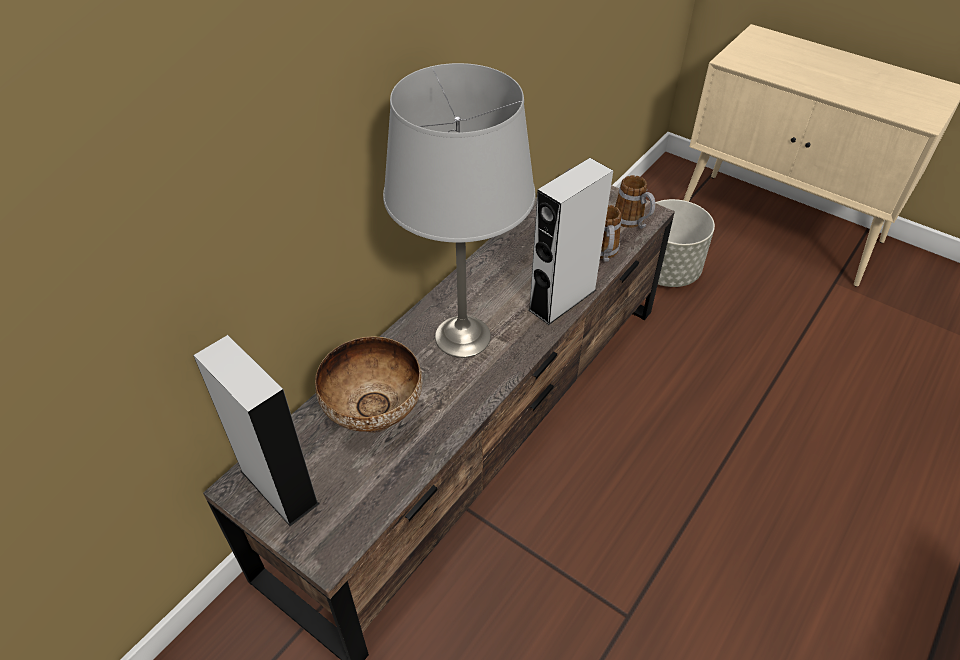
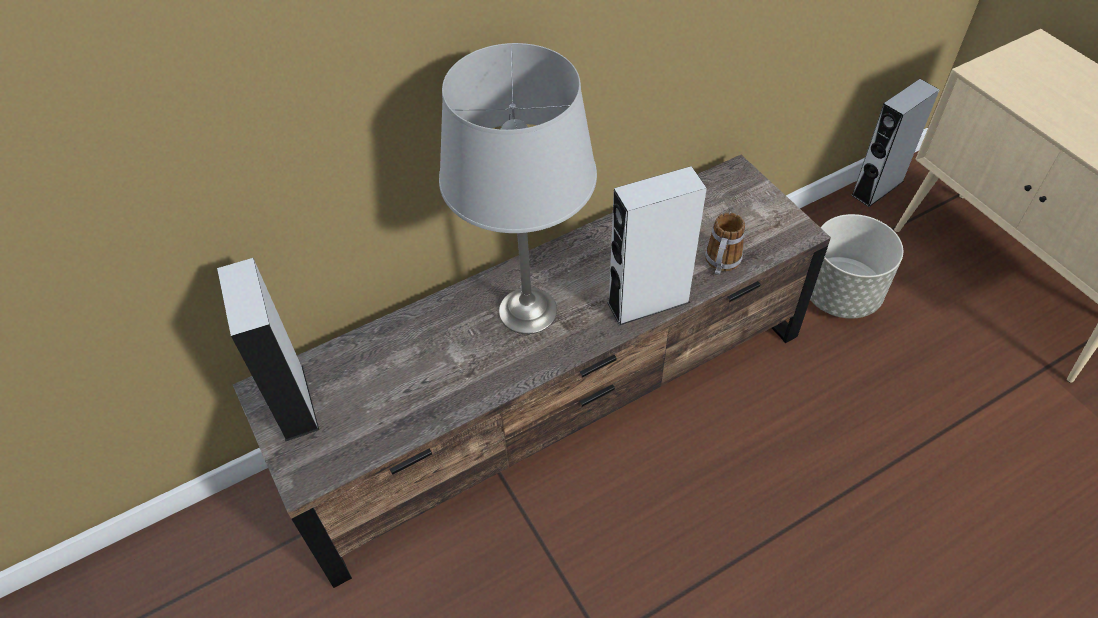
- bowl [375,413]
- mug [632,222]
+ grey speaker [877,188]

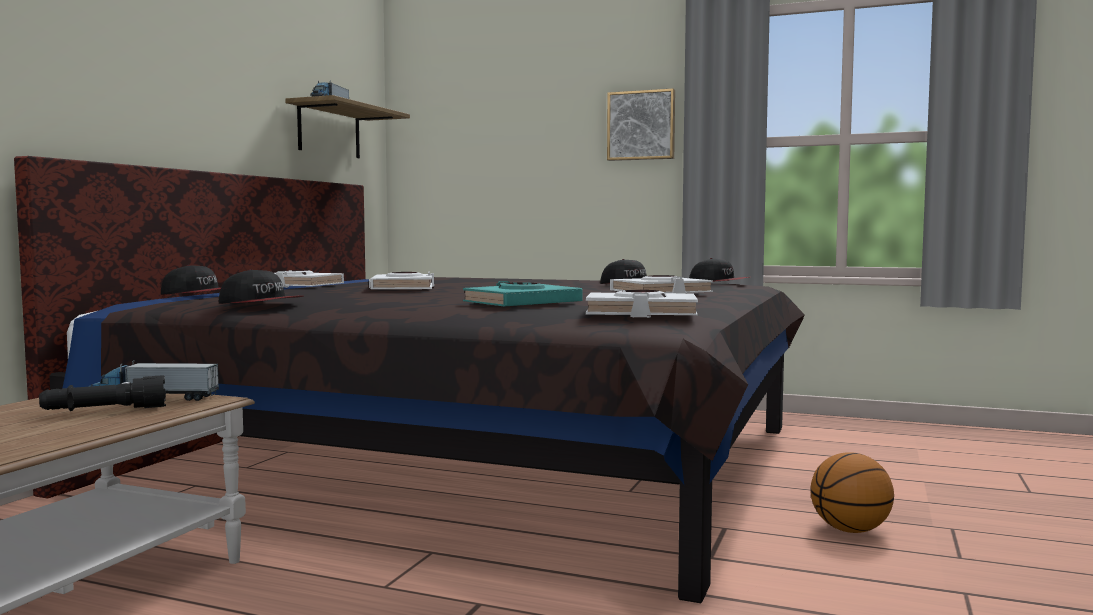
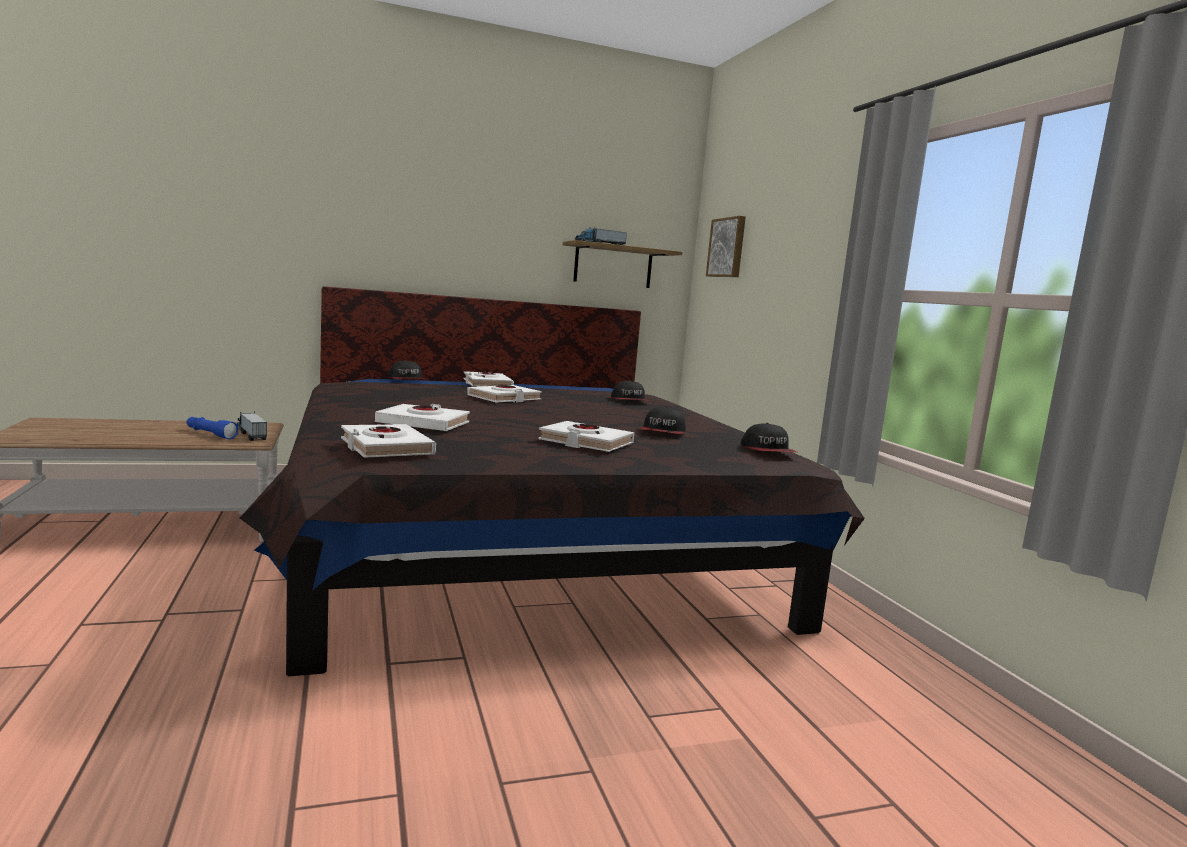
- basketball [850,530]
~ cap [261,304] to [629,401]
~ picture [641,125] to [727,248]
~ black flashlight [105,411] to blue flashlight [210,434]
~ turquoise book [522,304] to white book [423,424]

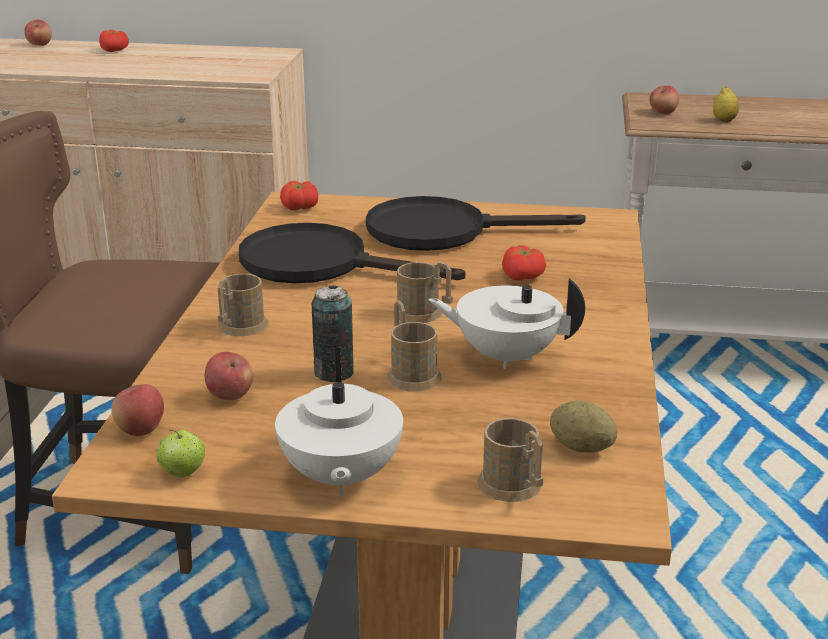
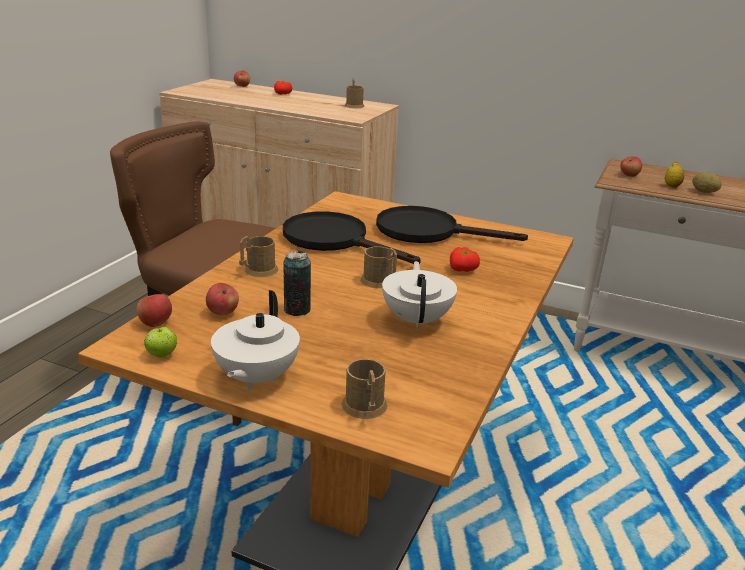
- tomato [298,208]
~ brown mug [410,373] to [354,105]
~ potato [581,448] to [704,192]
~ white teapot [506,356] = [417,319] 60 degrees clockwise

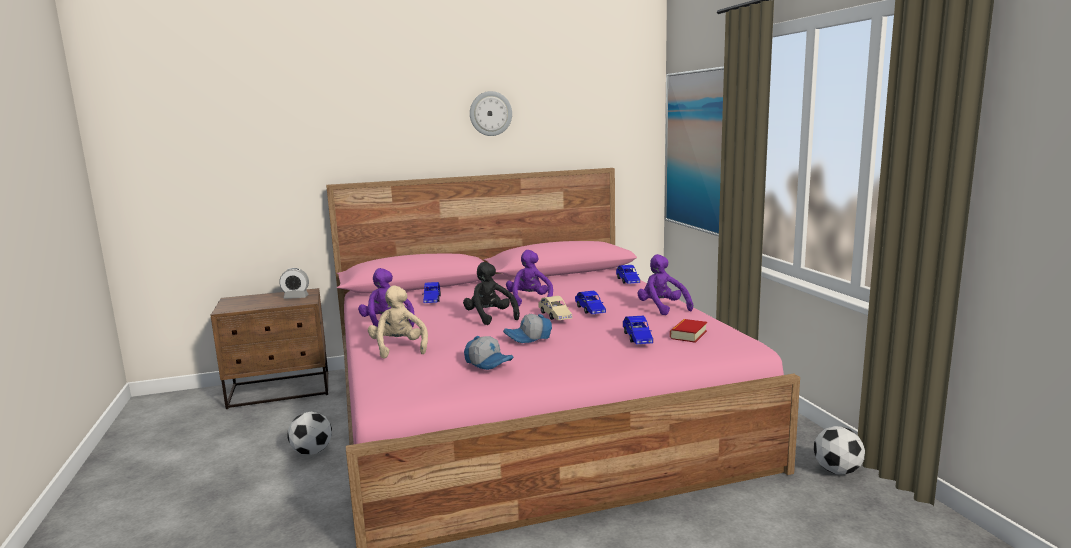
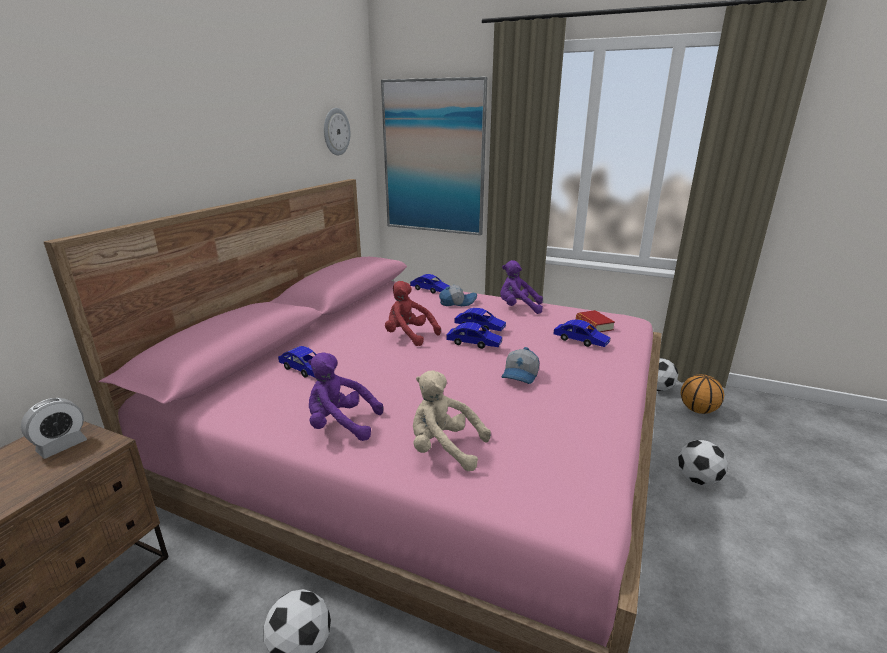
- black plush toy [490,317]
+ football [697,479]
+ basketball [698,410]
~ cap [489,363] to [457,302]
~ wall clock [490,113] to [336,131]
~ purple plush toy [529,301] to red plush toy [409,336]
~ beige toy car [555,316] to blue toy car [474,343]

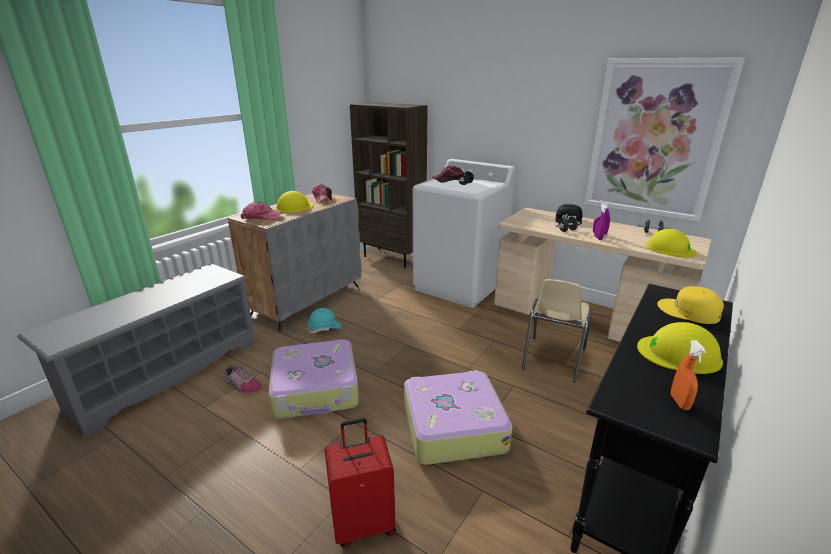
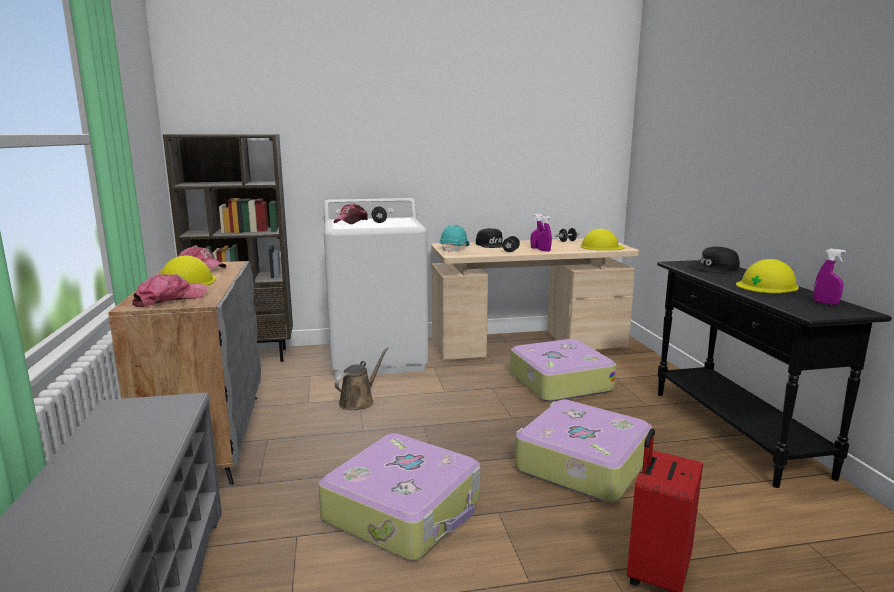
- shoe [242,385]
- picture [654,139]
+ brown watering can [359,401]
~ turquoise hard hat [324,328] to [454,249]
~ beige chair [552,359] to suitcase [558,382]
~ yellow cap [689,311] to black cap [714,268]
~ orange spray bottle [679,402] to purple spray bottle [825,303]

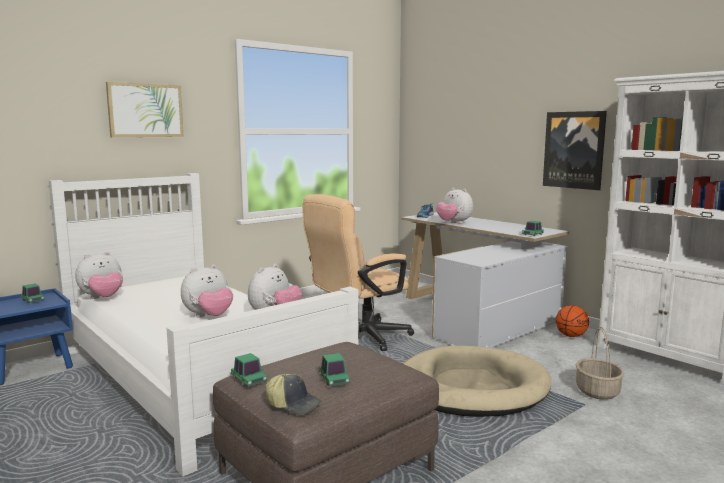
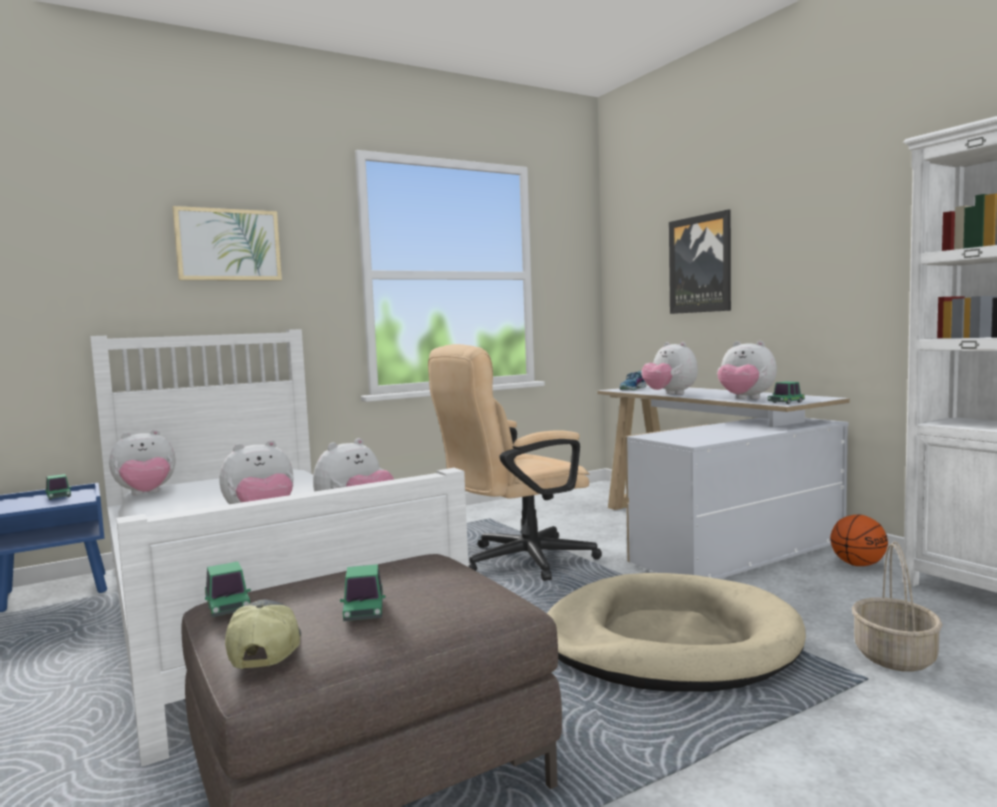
+ plush toy [745,399]
~ picture [574,150] to [700,264]
~ cap [294,404] = [264,650] 135 degrees counterclockwise

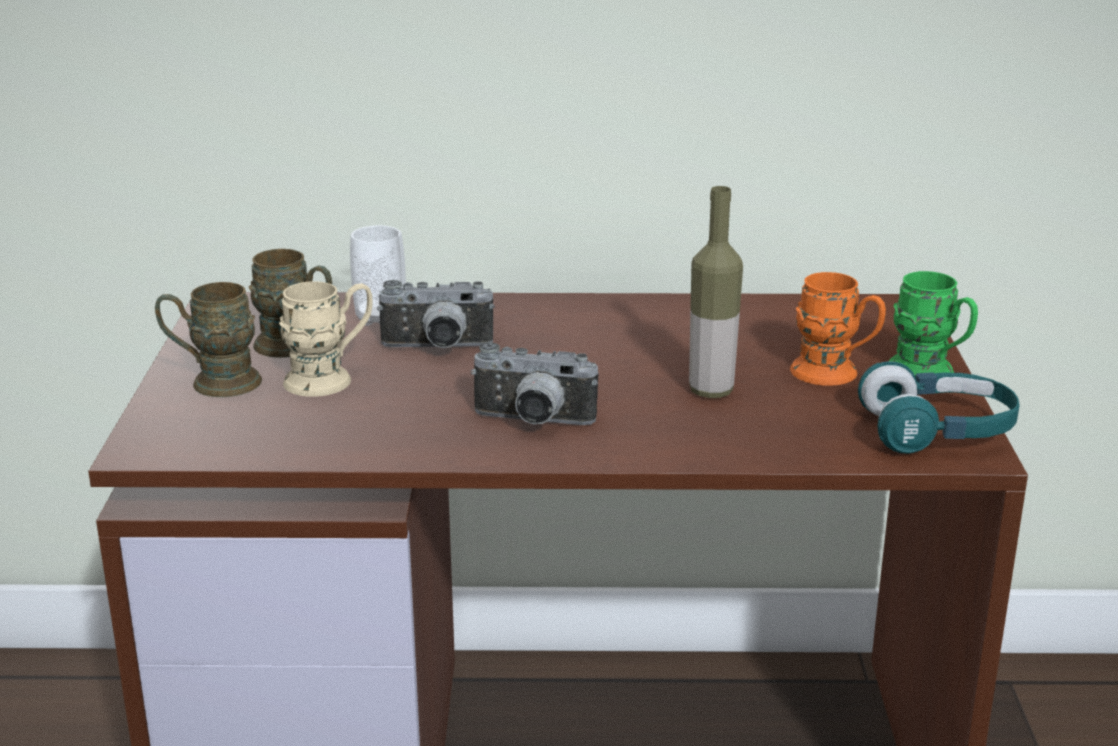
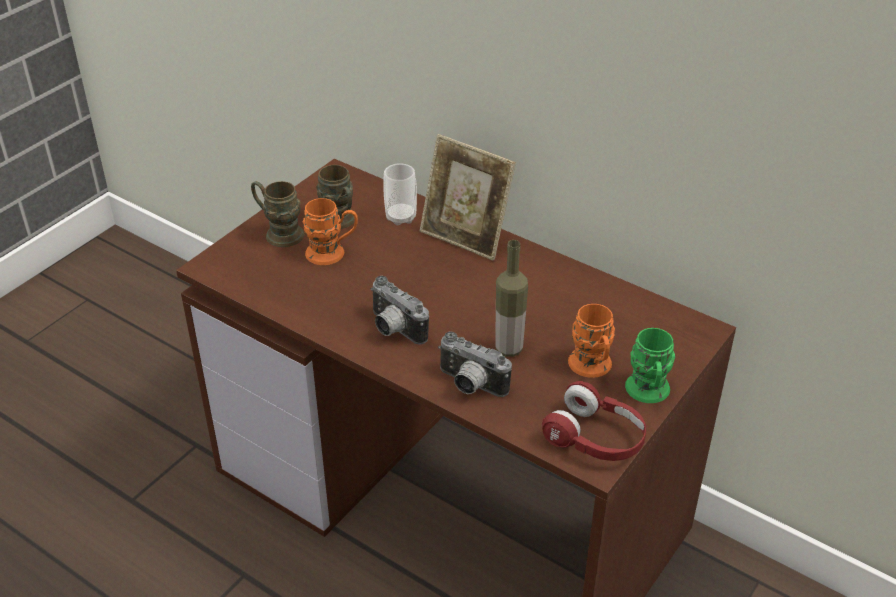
+ picture frame [465,238]
~ photo camera [437,348] to [469,385]
~ beige mug [330,378] to orange mug [332,253]
~ turquoise headphones [938,432] to red headphones [595,438]

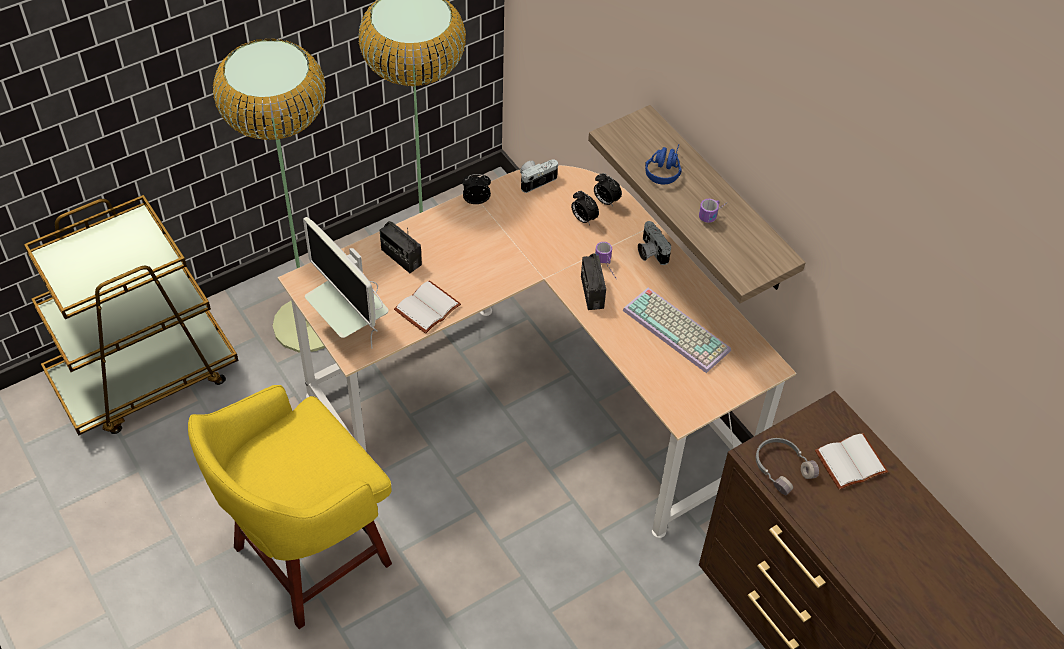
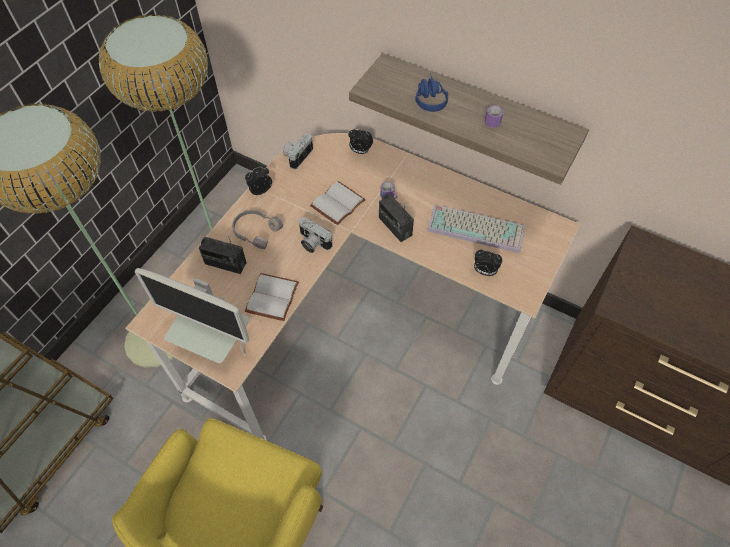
~ alarm clock [583,219] to [484,271]
~ photo camera [650,252] to [312,242]
~ grey headphones [782,468] to [256,231]
~ white book [850,464] to [338,205]

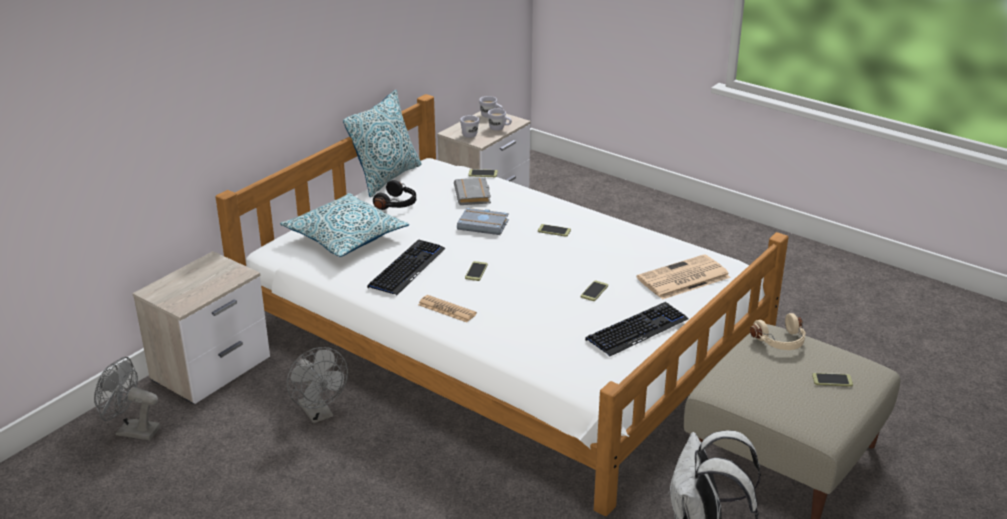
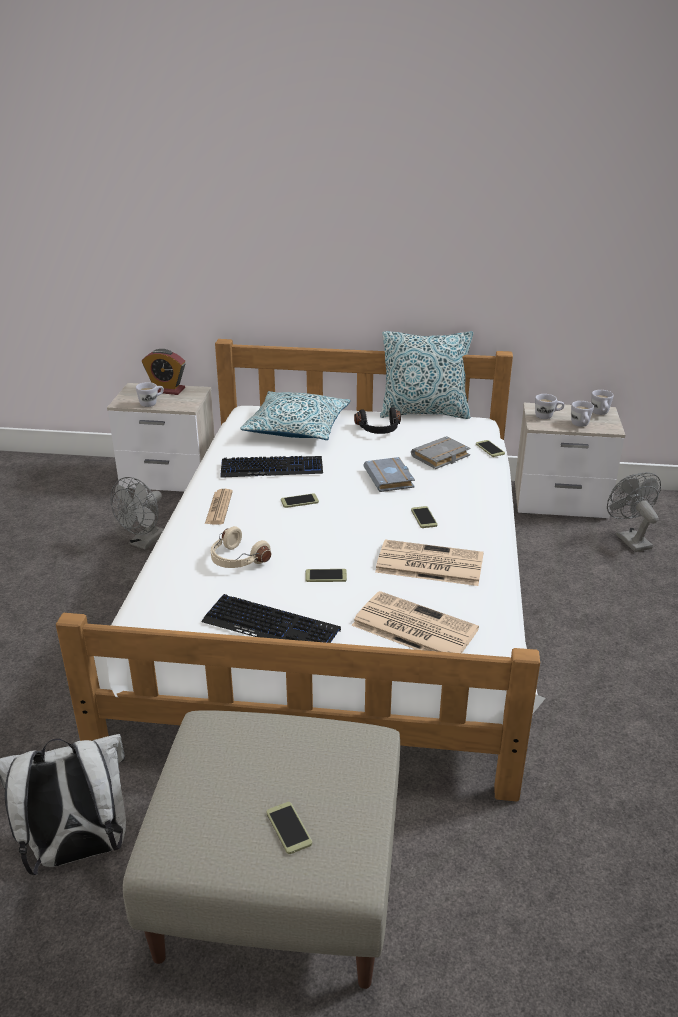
+ white mug [152,403]
+ alarm clock [166,390]
+ newspaper [428,564]
~ grey fan [131,431] to [629,539]
~ beige headphones [781,342] to [237,560]

